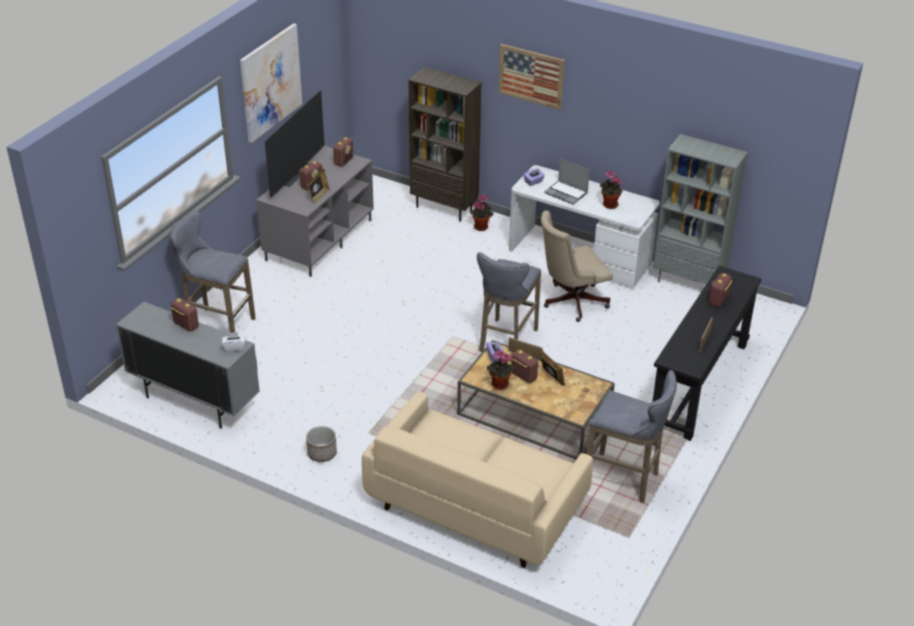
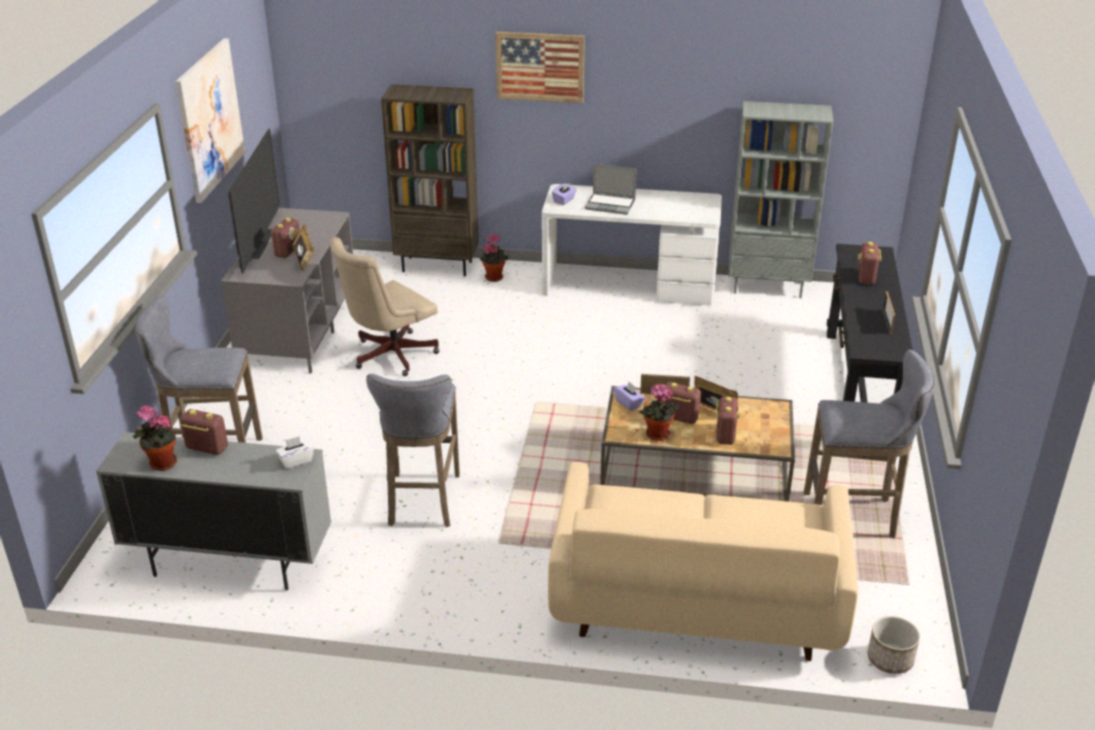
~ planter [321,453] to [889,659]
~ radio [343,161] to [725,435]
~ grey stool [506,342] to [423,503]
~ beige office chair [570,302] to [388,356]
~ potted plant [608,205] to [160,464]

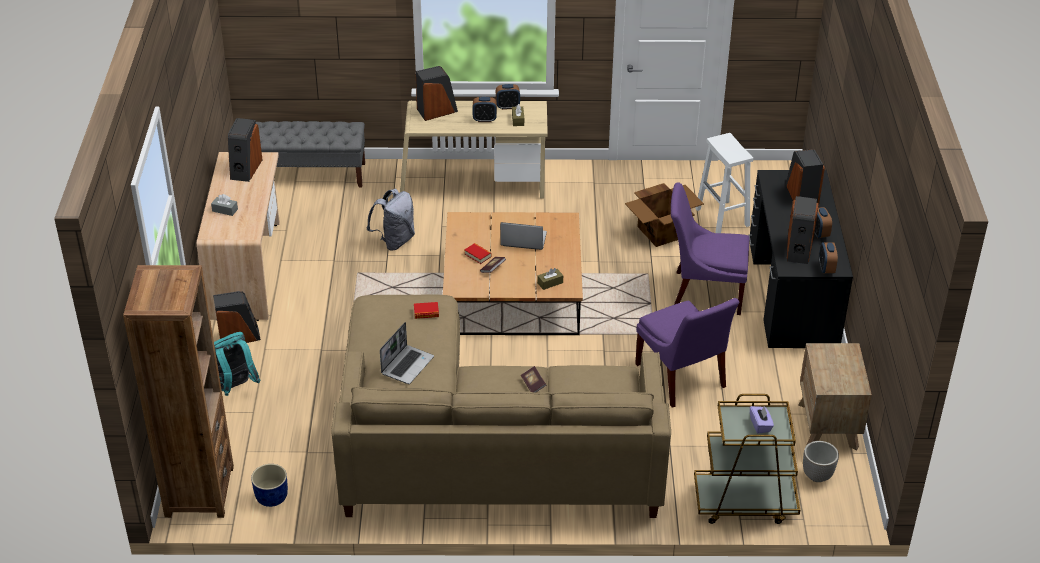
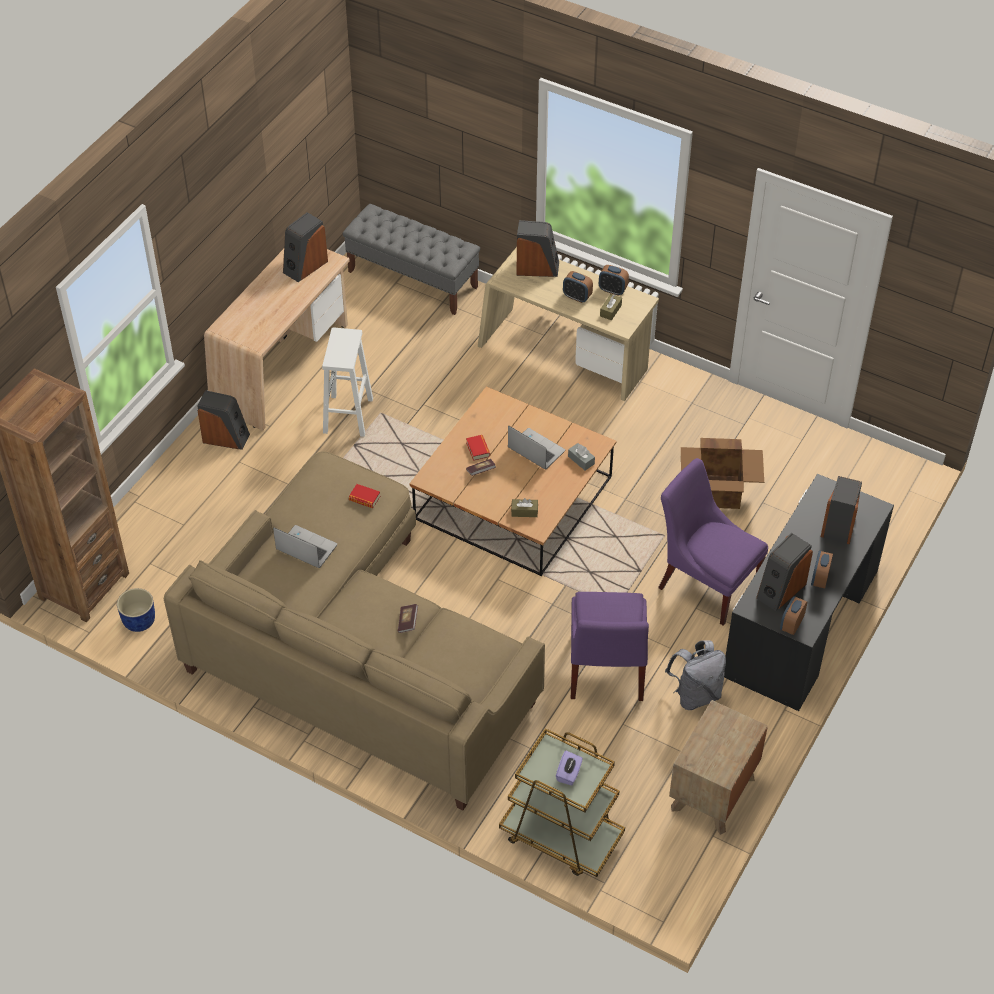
- turquoise backpack [234,387]
- planter [817,475]
~ grey tissue box [225,210] to [581,460]
~ grey backpack [394,241] to [695,694]
~ white stool [723,218] to [348,416]
~ laptop [407,365] = [305,548] 120 degrees counterclockwise

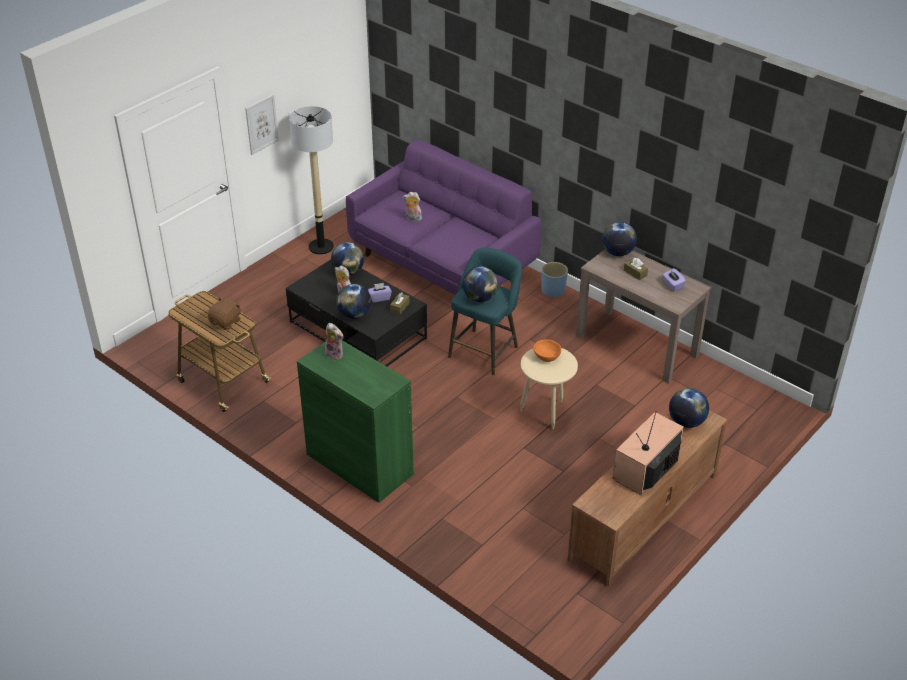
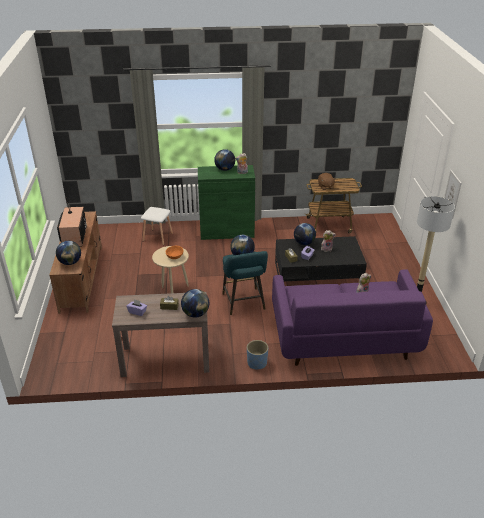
+ white stool [158,237]
~ globe [348,272] to [225,169]

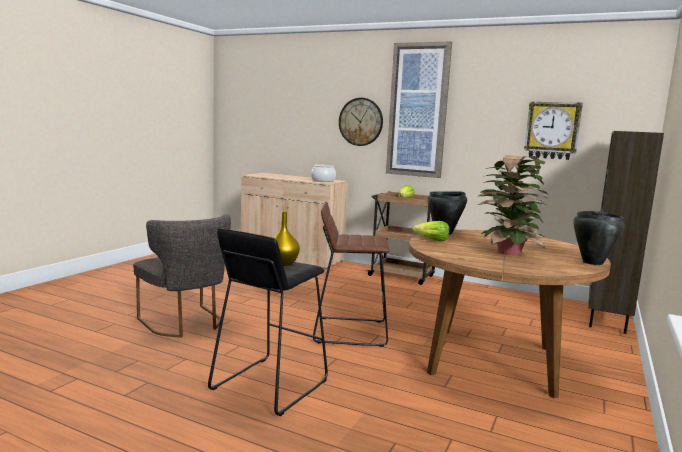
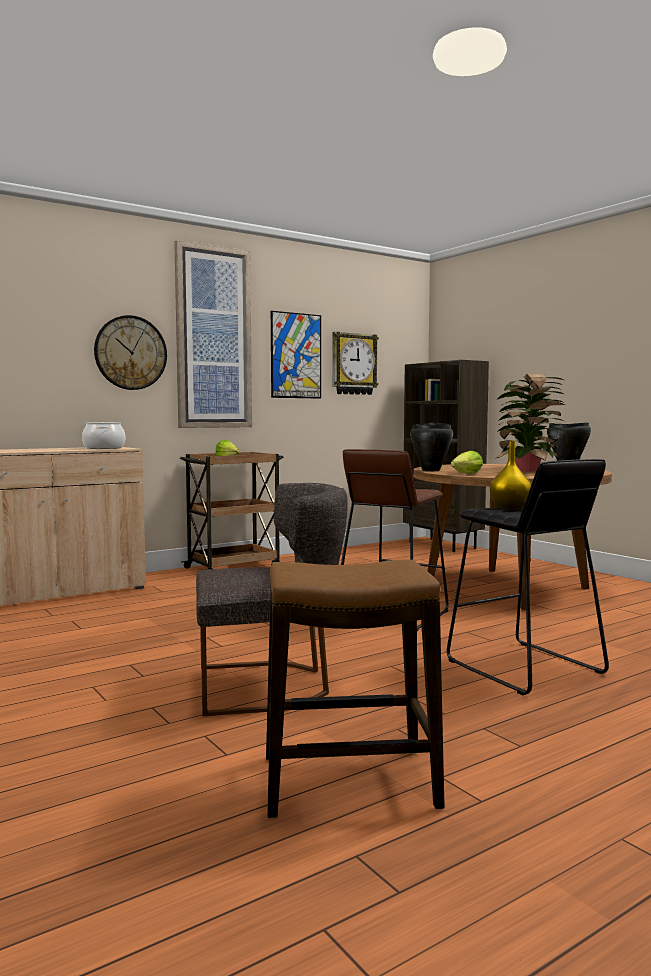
+ stool [348,782]
+ picture [296,355]

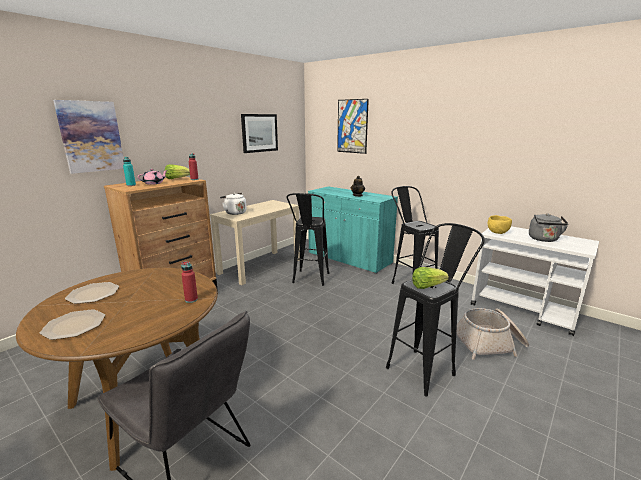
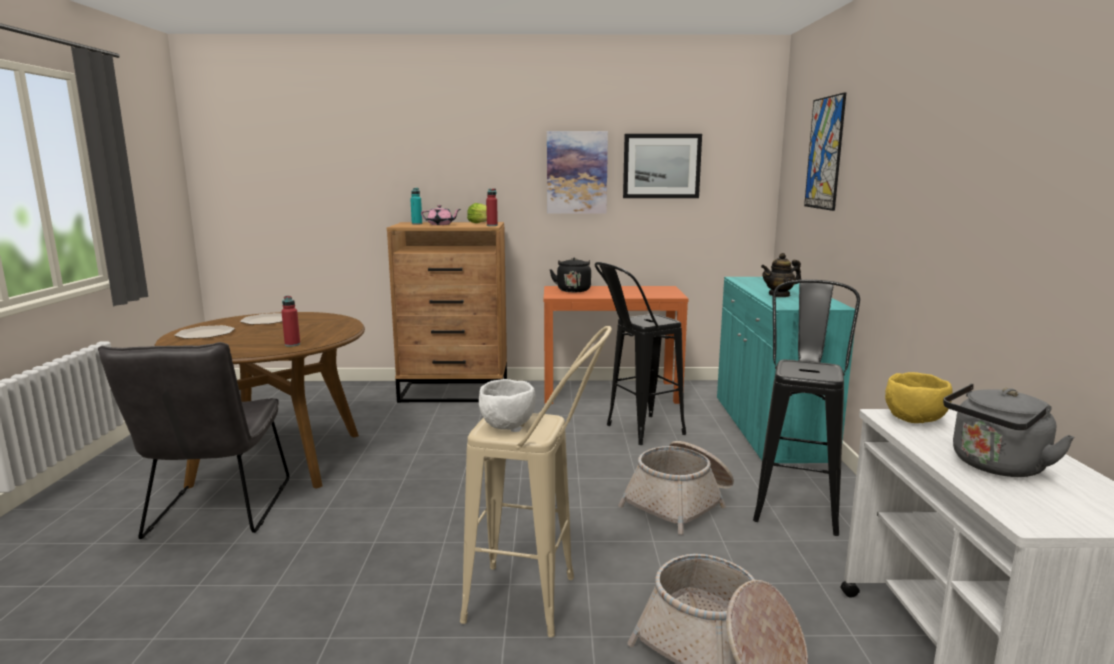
+ basket [680,502]
~ picture [91,136] to [576,172]
~ lettuce [427,286] to white bowl [507,425]
~ beige console table [260,266] to orange console table [611,392]
~ white kettle [234,213] to black kettle [573,290]
~ black stool [426,367] to beige stool [539,602]

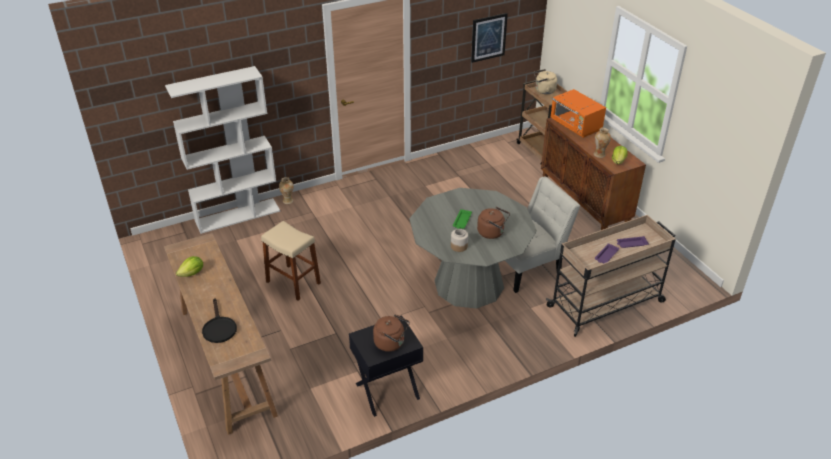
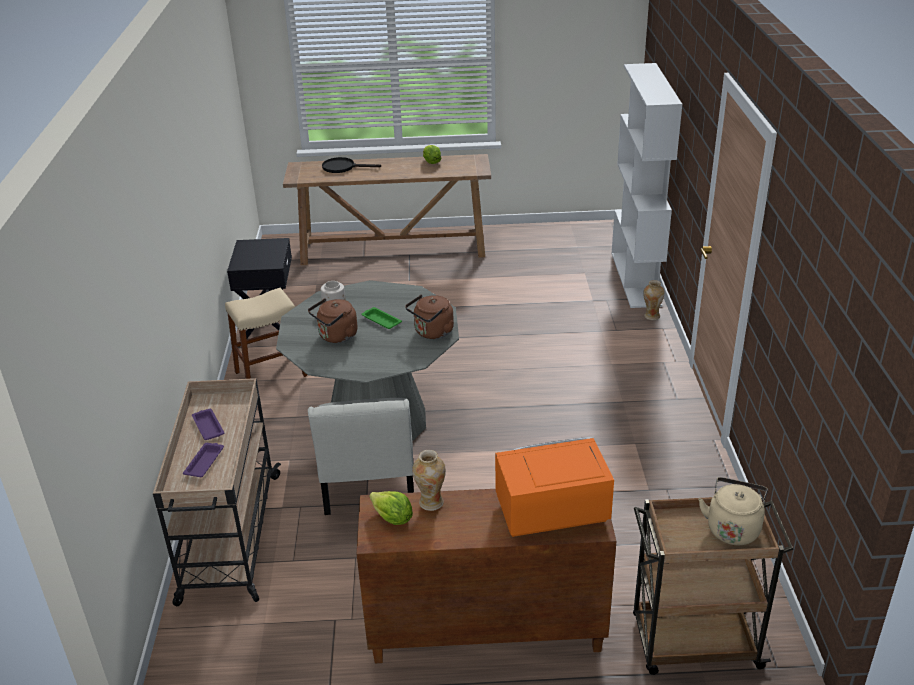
- picture [488,37]
~ beige stool [293,282] to [271,374]
~ brown kettle [391,343] to [432,333]

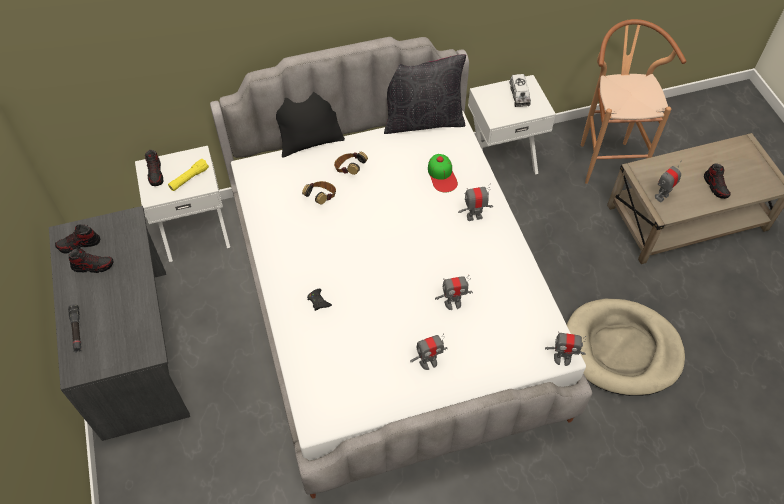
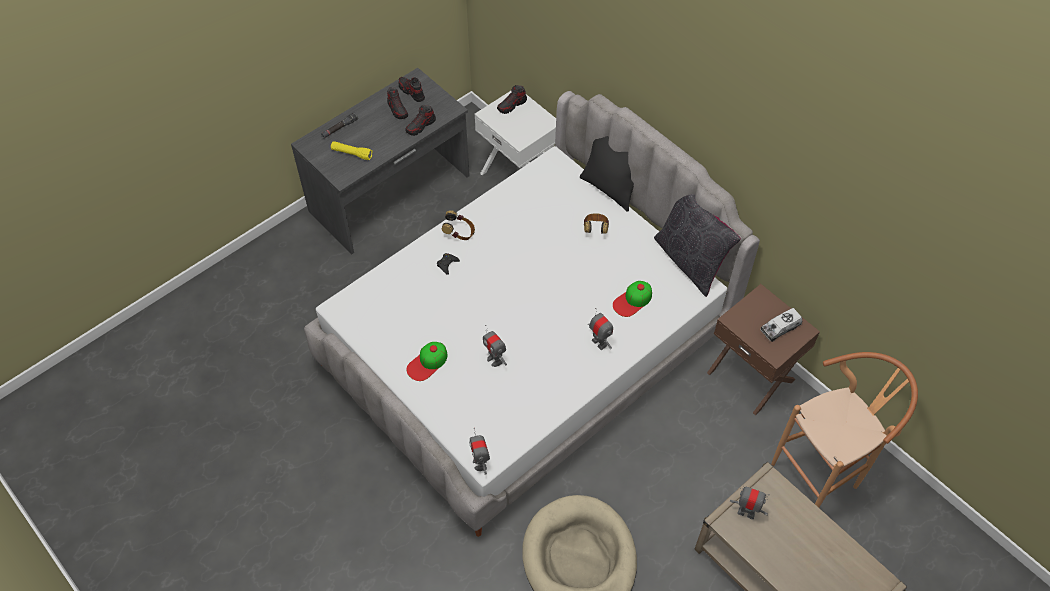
~ yellow flashlight [189,179] to [352,154]
~ headphones [321,198] to [459,233]
~ shoe [715,186] to [421,126]
~ toy robot [428,362] to cap [427,363]
~ white nightstand [501,159] to brown nightstand [752,375]

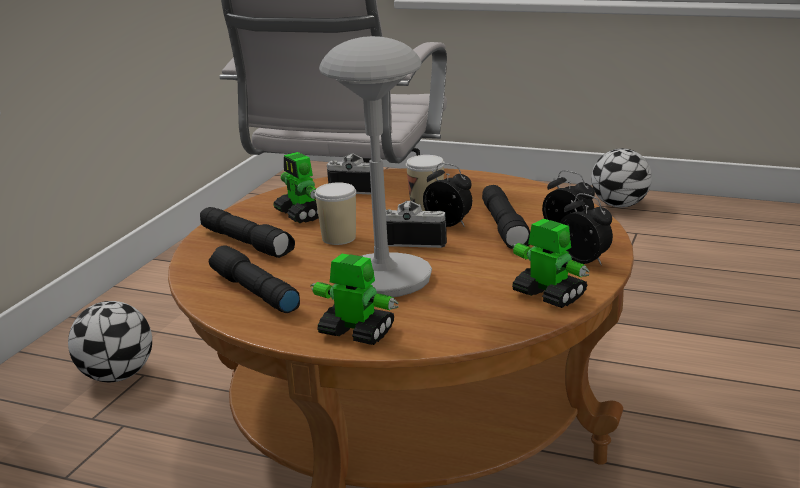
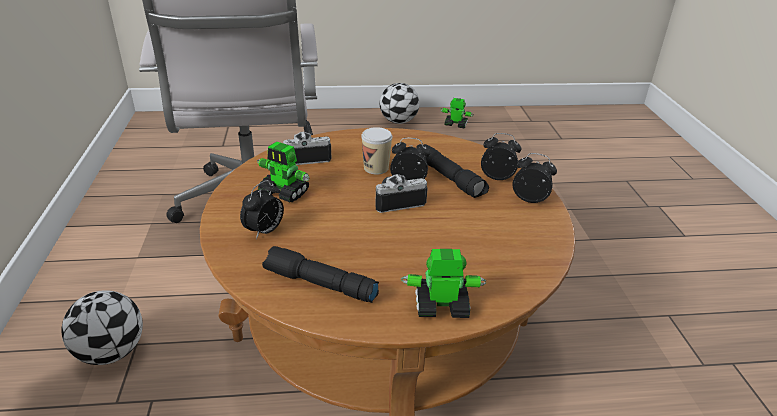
- cup [339,238]
- grey table lamp [382,280]
~ toy robot [548,295] to [455,125]
~ black flashlight [247,243] to alarm clock [265,231]

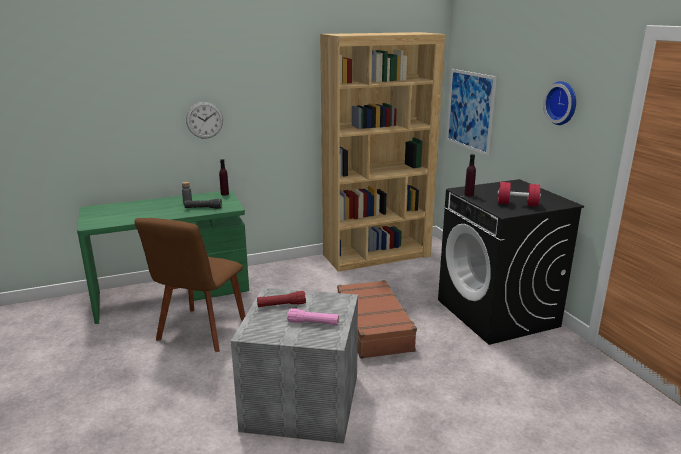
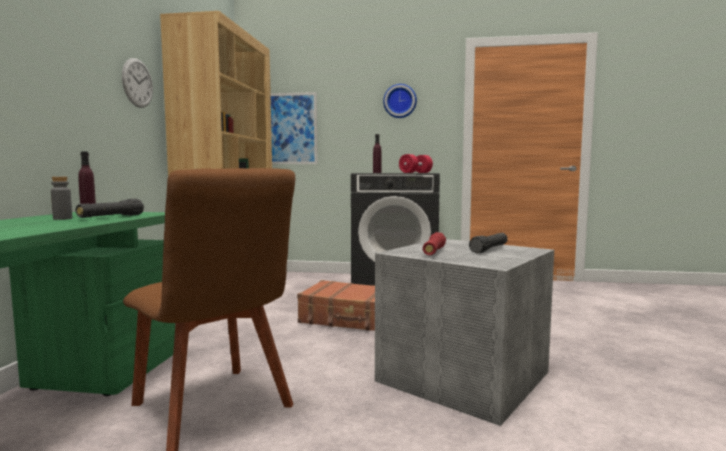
~ wall clock [204,120] to [137,83]
~ pink flashlight [313,323] to black flashlight [489,249]

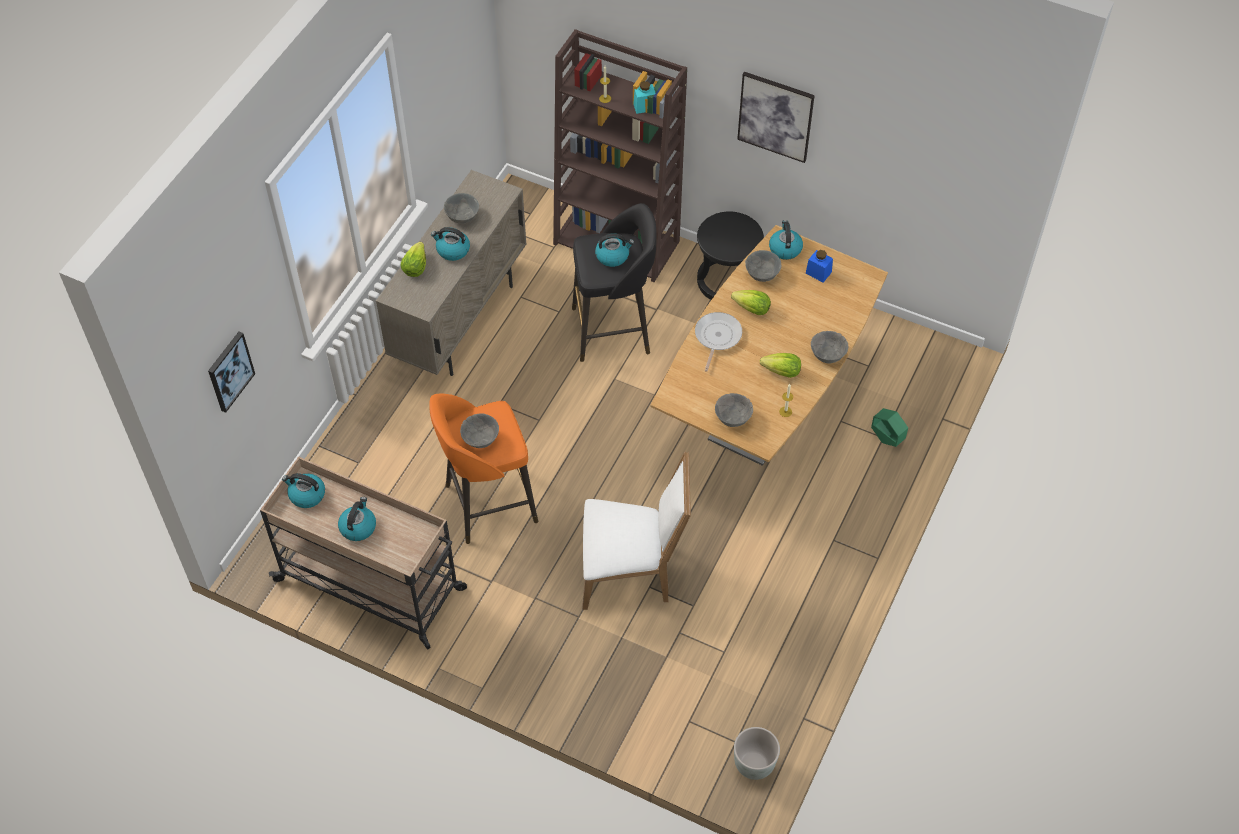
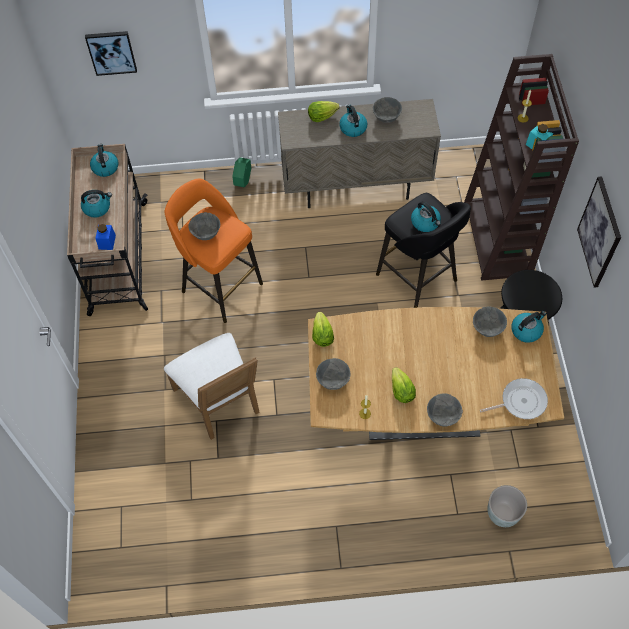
~ frying pan [717,337] to [520,401]
~ lettuce [752,309] to [322,335]
~ grey planter [753,764] to [502,513]
~ blue jar [818,272] to [107,242]
~ green planter [887,438] to [243,181]

